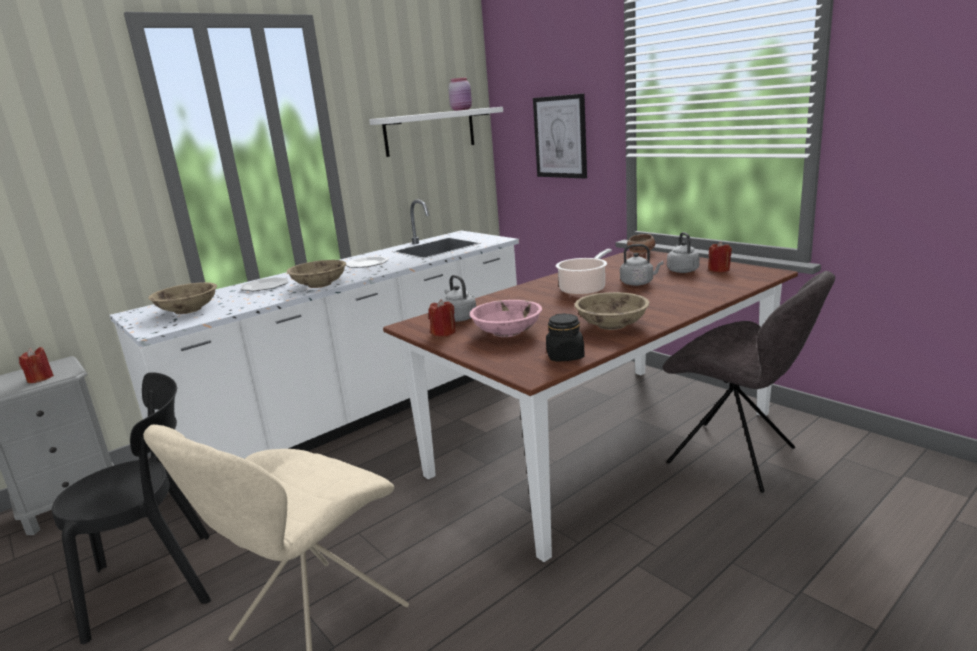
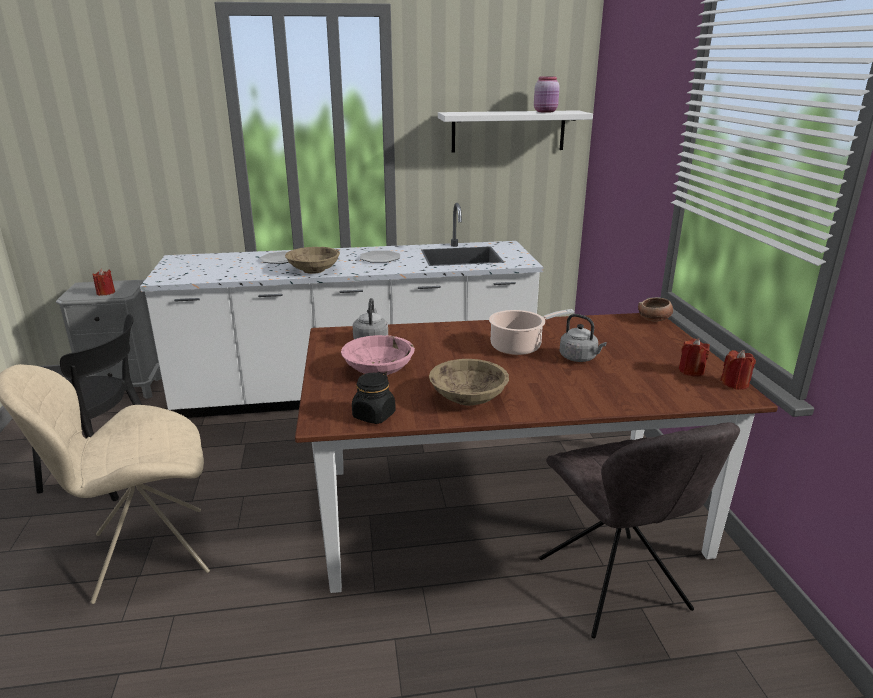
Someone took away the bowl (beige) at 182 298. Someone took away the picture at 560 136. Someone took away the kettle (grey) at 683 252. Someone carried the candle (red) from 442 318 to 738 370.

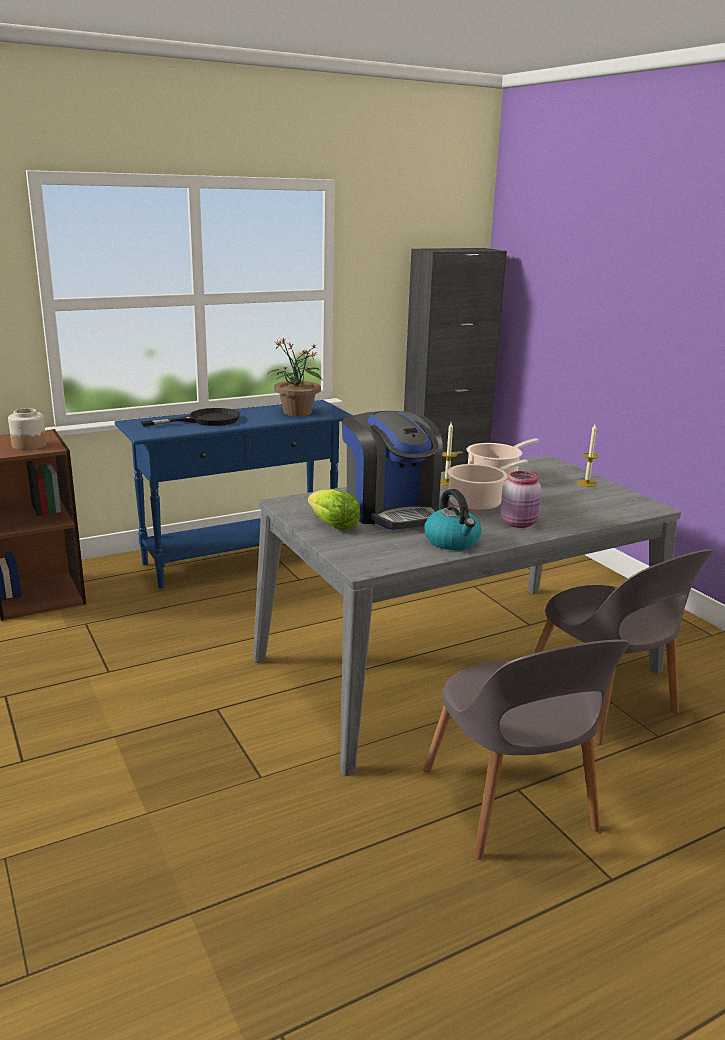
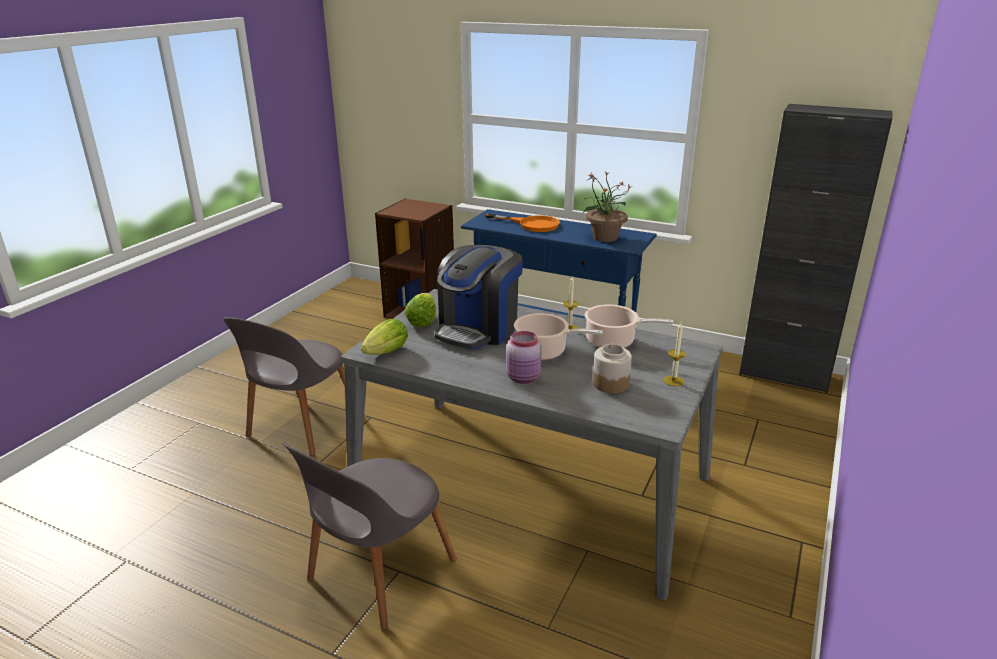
Someone took away the kettle at 453 519. Someone put down the lettuce at 384 337. Someone carried the jar from 27 429 to 612 368. Someone carried the chair (grey) from 623 647 to 284 386. Someone repainted the frying pan (black) at 190 417, which became the frying pan (orange) at 522 223.

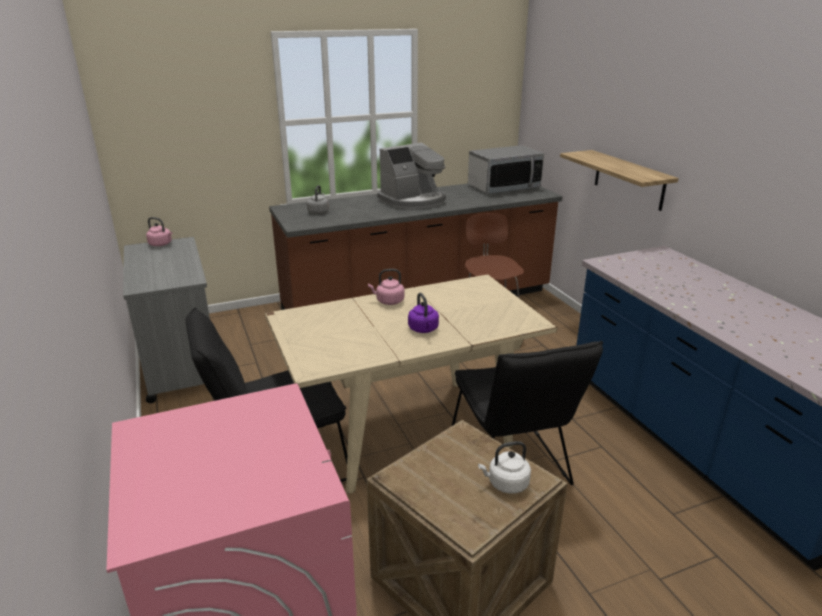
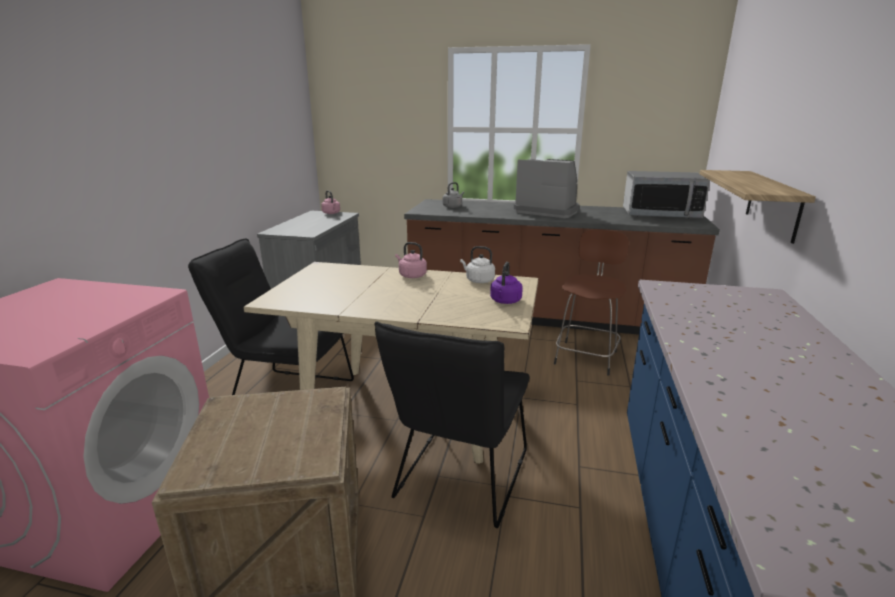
Someone carried the kettle (purple) from 423 313 to 506 283. Someone carried the kettle (white) from 504 467 to 477 264. Someone rotated the coffee machine at 411 176 by 150 degrees counterclockwise.

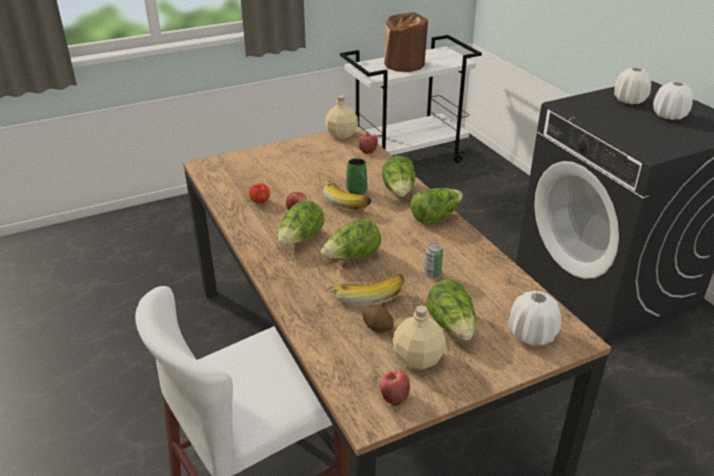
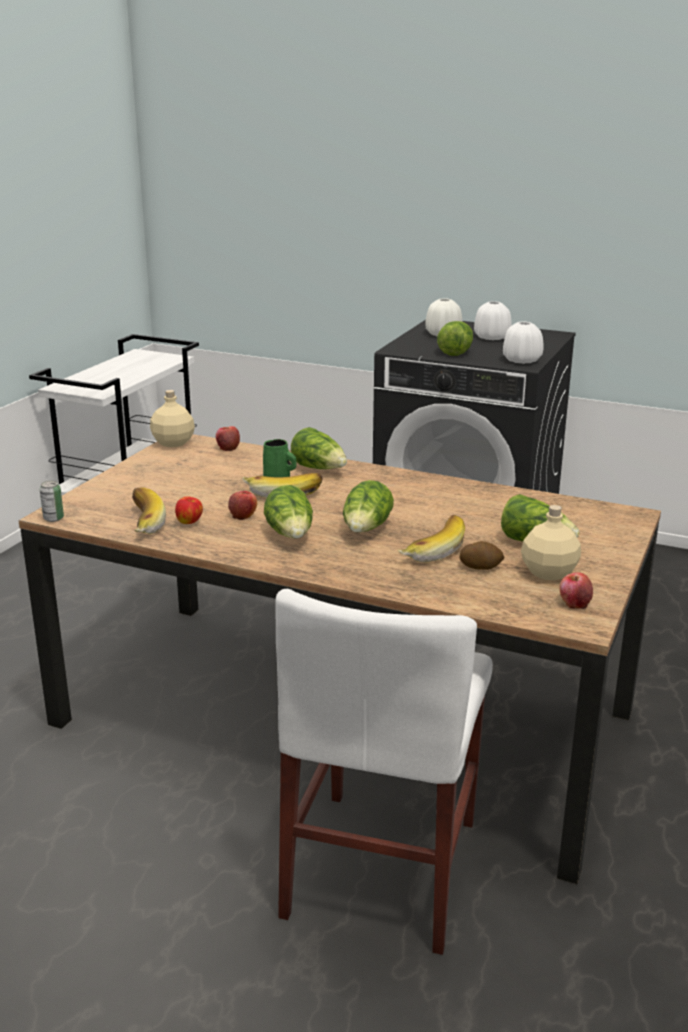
Someone took away the vase (brown) at 406 42. Someone put down the banana at 149 511. Someone carried the lettuce from 436 206 to 455 338. Someone carried the can from 433 260 to 52 501. Someone carried the vase (white) from 534 318 to 523 342.

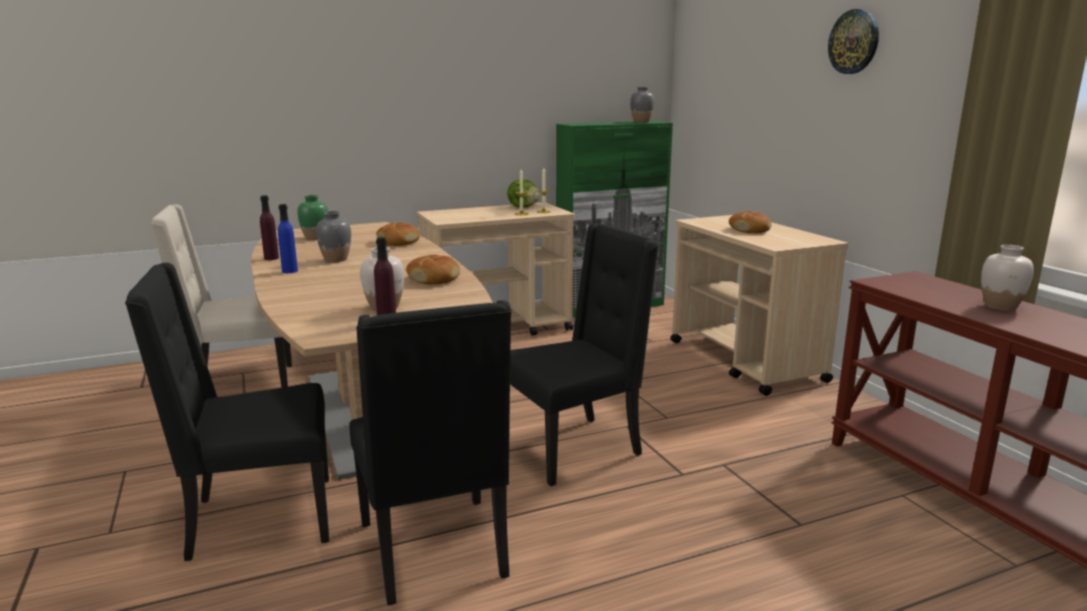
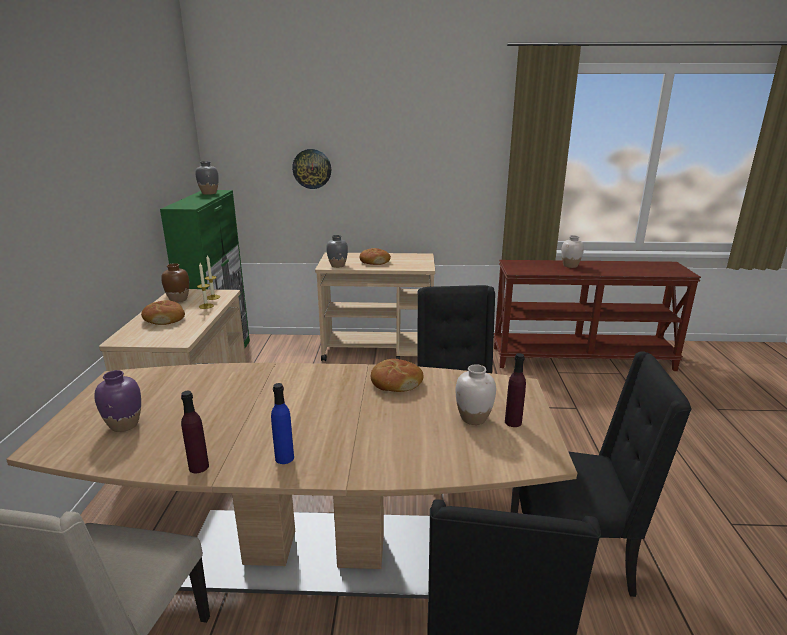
Someone carried the vase (grey) from 333 236 to 337 251. Someone carried the bread from 398 234 to 163 312. Someone carried the wall clock from 853 41 to 311 169. Someone swapped the lettuce at 523 193 for the vase (brown) at 175 283. Someone repainted the vase (green) at 312 217, which became the vase (purple) at 117 401.

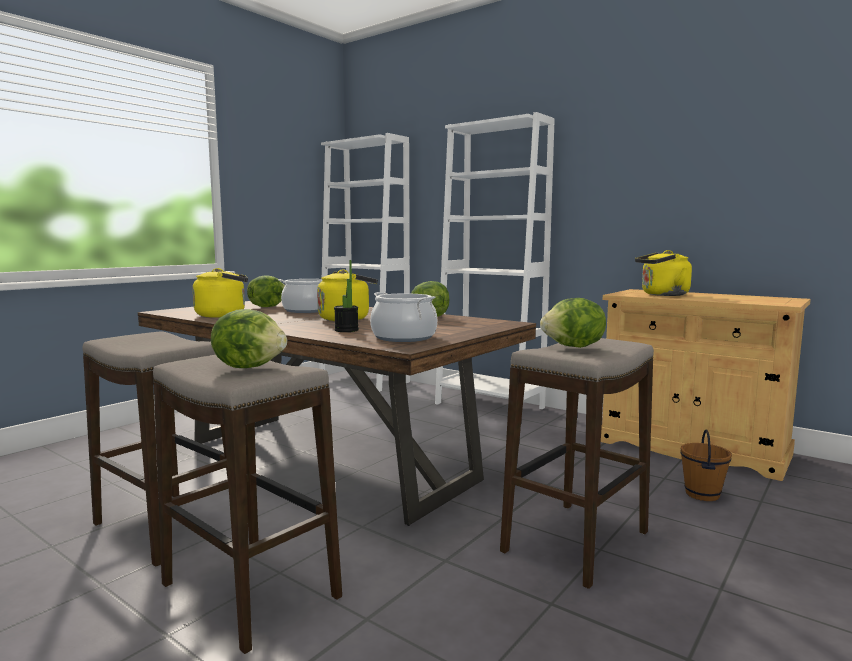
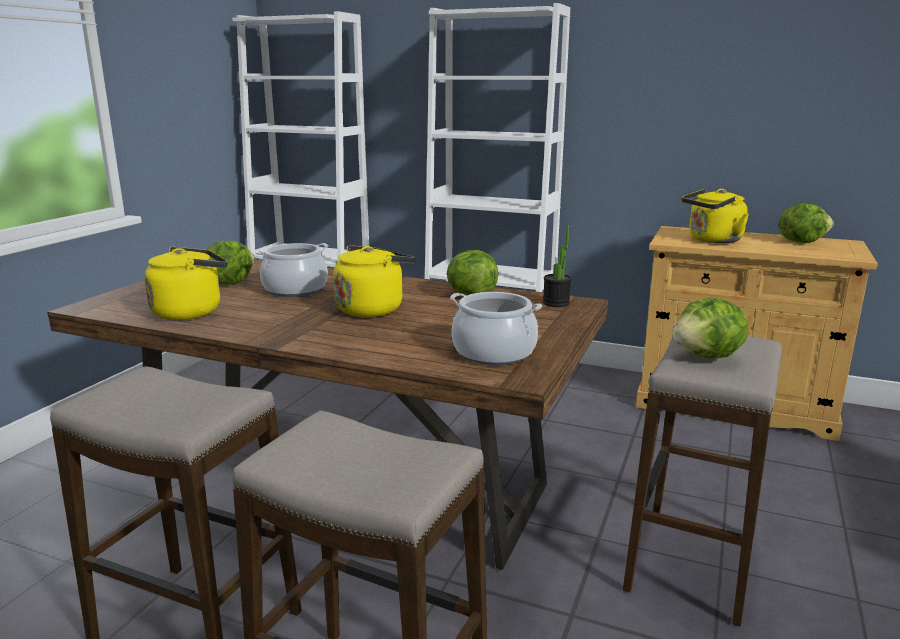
Someone took away the bucket (brown) at 706 465. Someone carried the lettuce from 249 338 to 806 223. Someone carried the potted plant from 346 296 to 557 266.

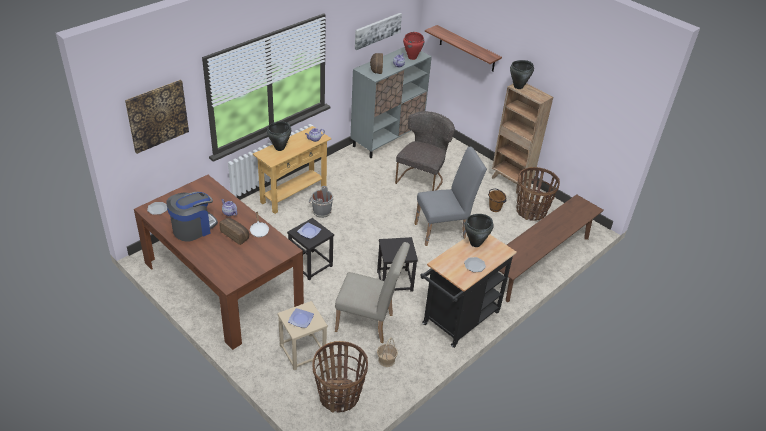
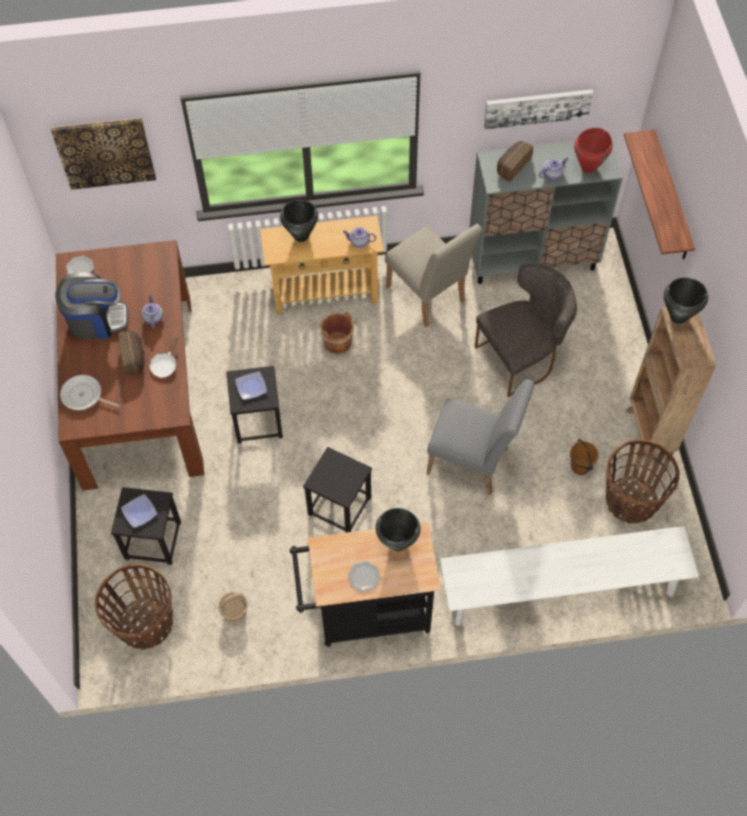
Someone put down the frying pan at 90 392. Someone carried the chair (beige) from 372 292 to 433 275. Someone repainted the stool (beige) at 302 335, which became the stool (black) at 146 526. Someone repainted the bucket (grey) at 321 202, which became the bucket (brown) at 335 333. Someone repainted the bench (brown) at 552 248, which became the bench (white) at 569 576.

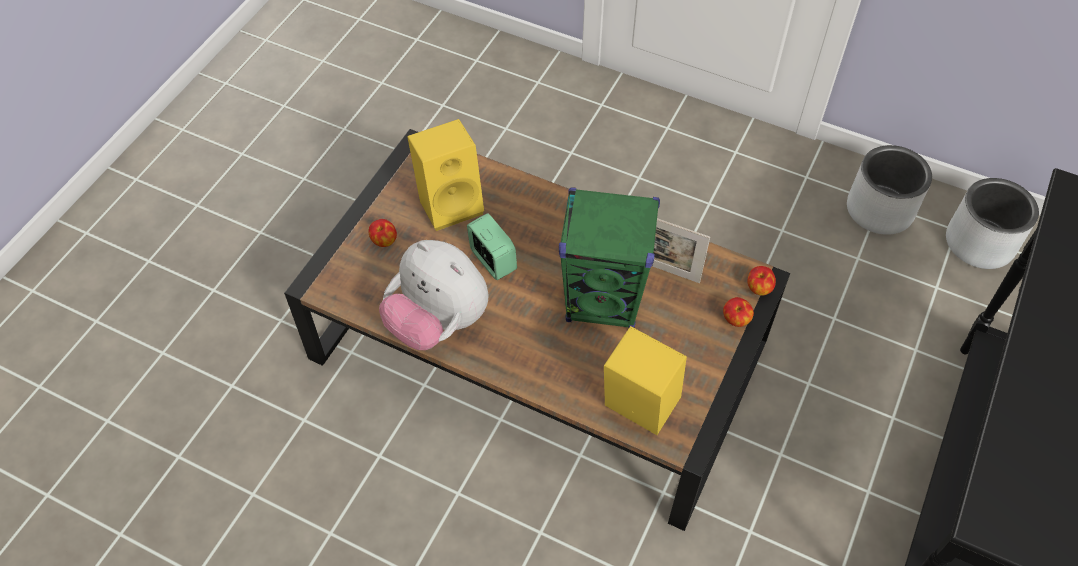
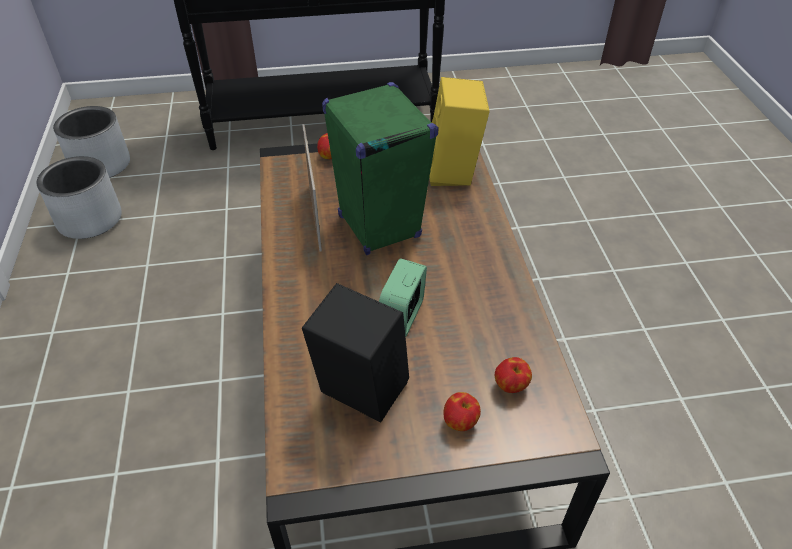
Someone took away the plush toy at 434 295. Someone carried the apple from 762 281 to 513 375. Someone repainted the speaker (yellow) at 445 175, which became the speaker (black) at 355 353.

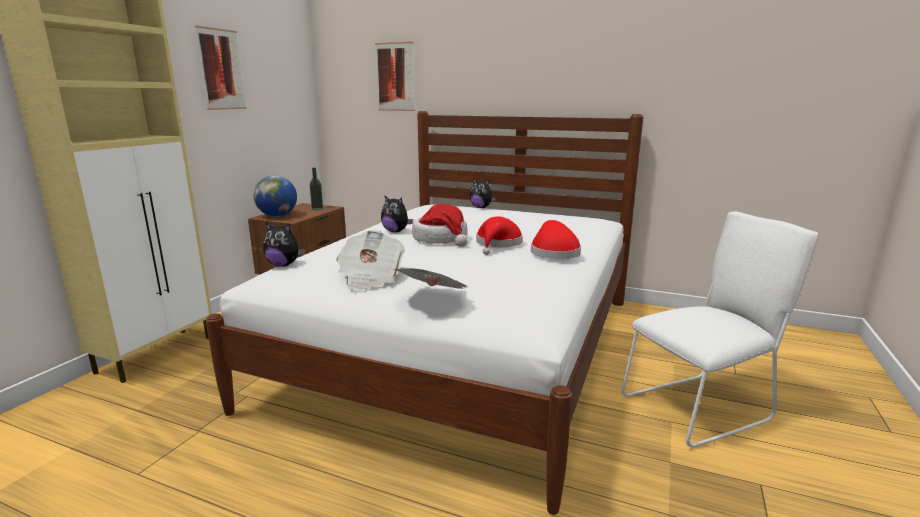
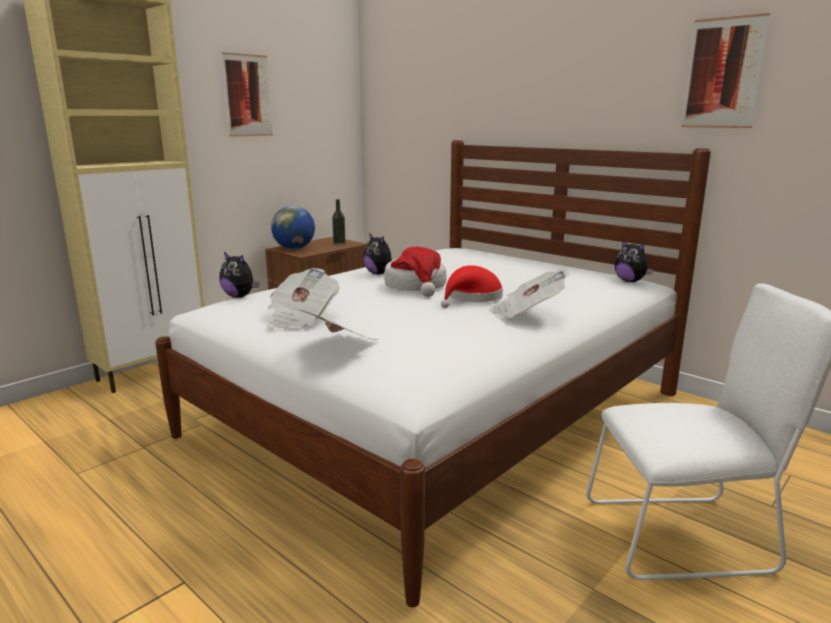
Someone carried the picture from 395 76 to 725 70. Someone carried the plush toy from 483 193 to 634 260. Someone swapped the hat (red) at 556 239 for the newspaper at 529 294.

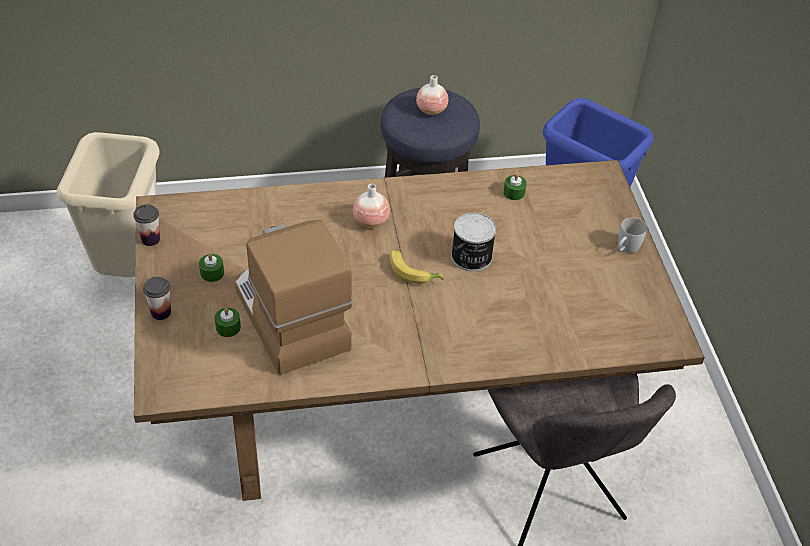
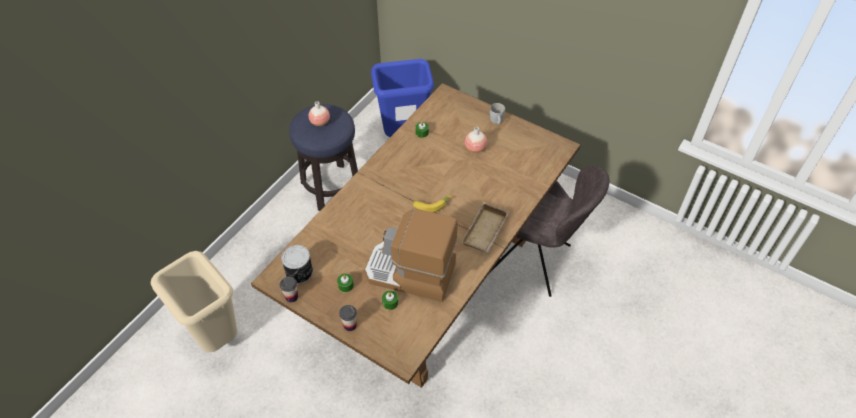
Someone put down the tray (beige) at 485 227. Someone carried the vase from 371 206 to 476 140. Someone carried the can from 473 242 to 297 264.

